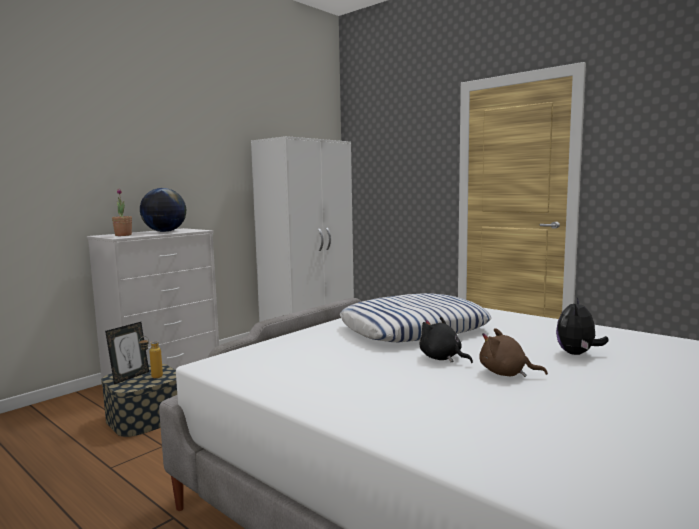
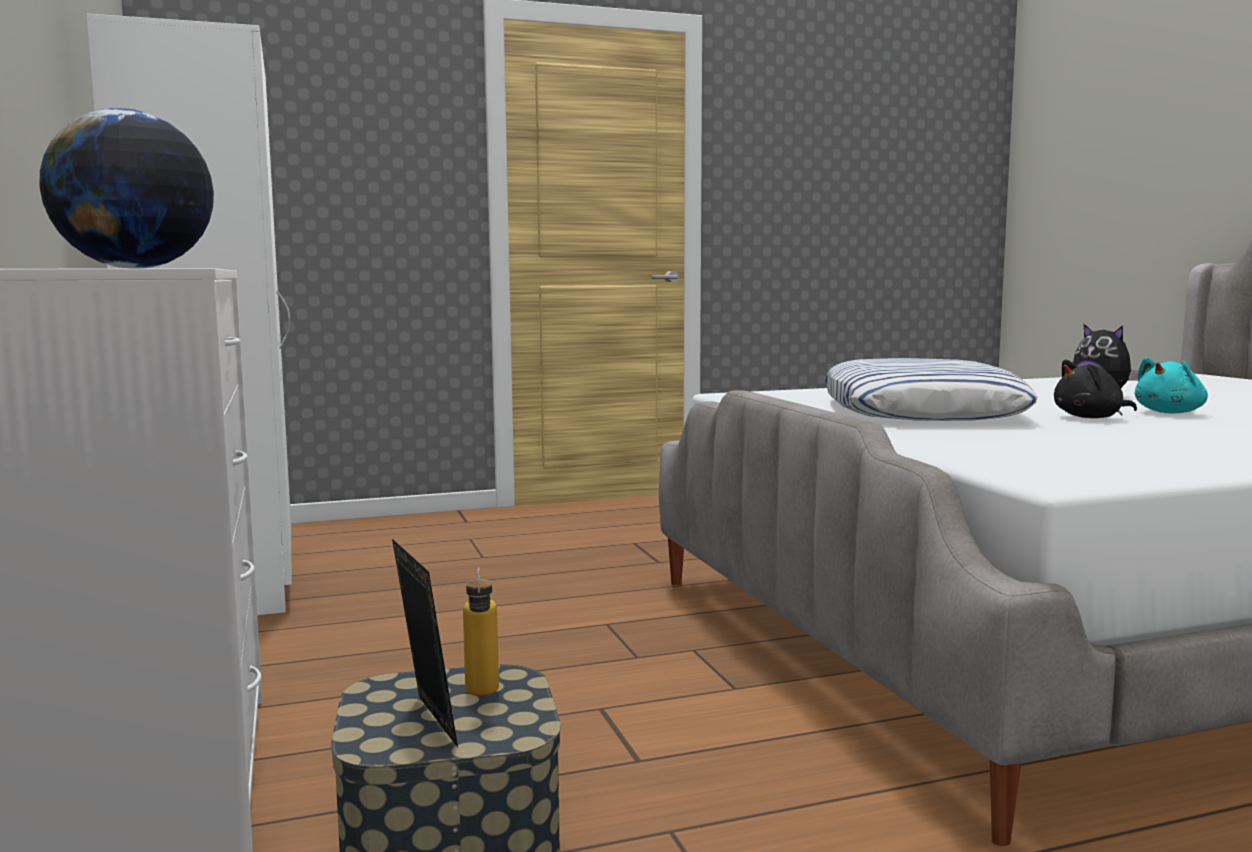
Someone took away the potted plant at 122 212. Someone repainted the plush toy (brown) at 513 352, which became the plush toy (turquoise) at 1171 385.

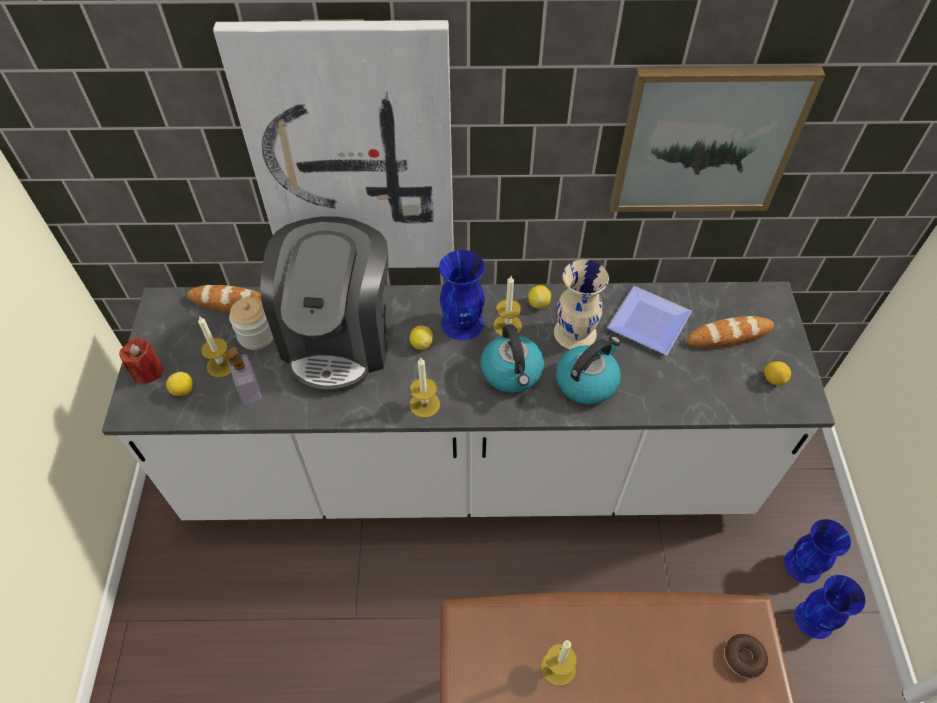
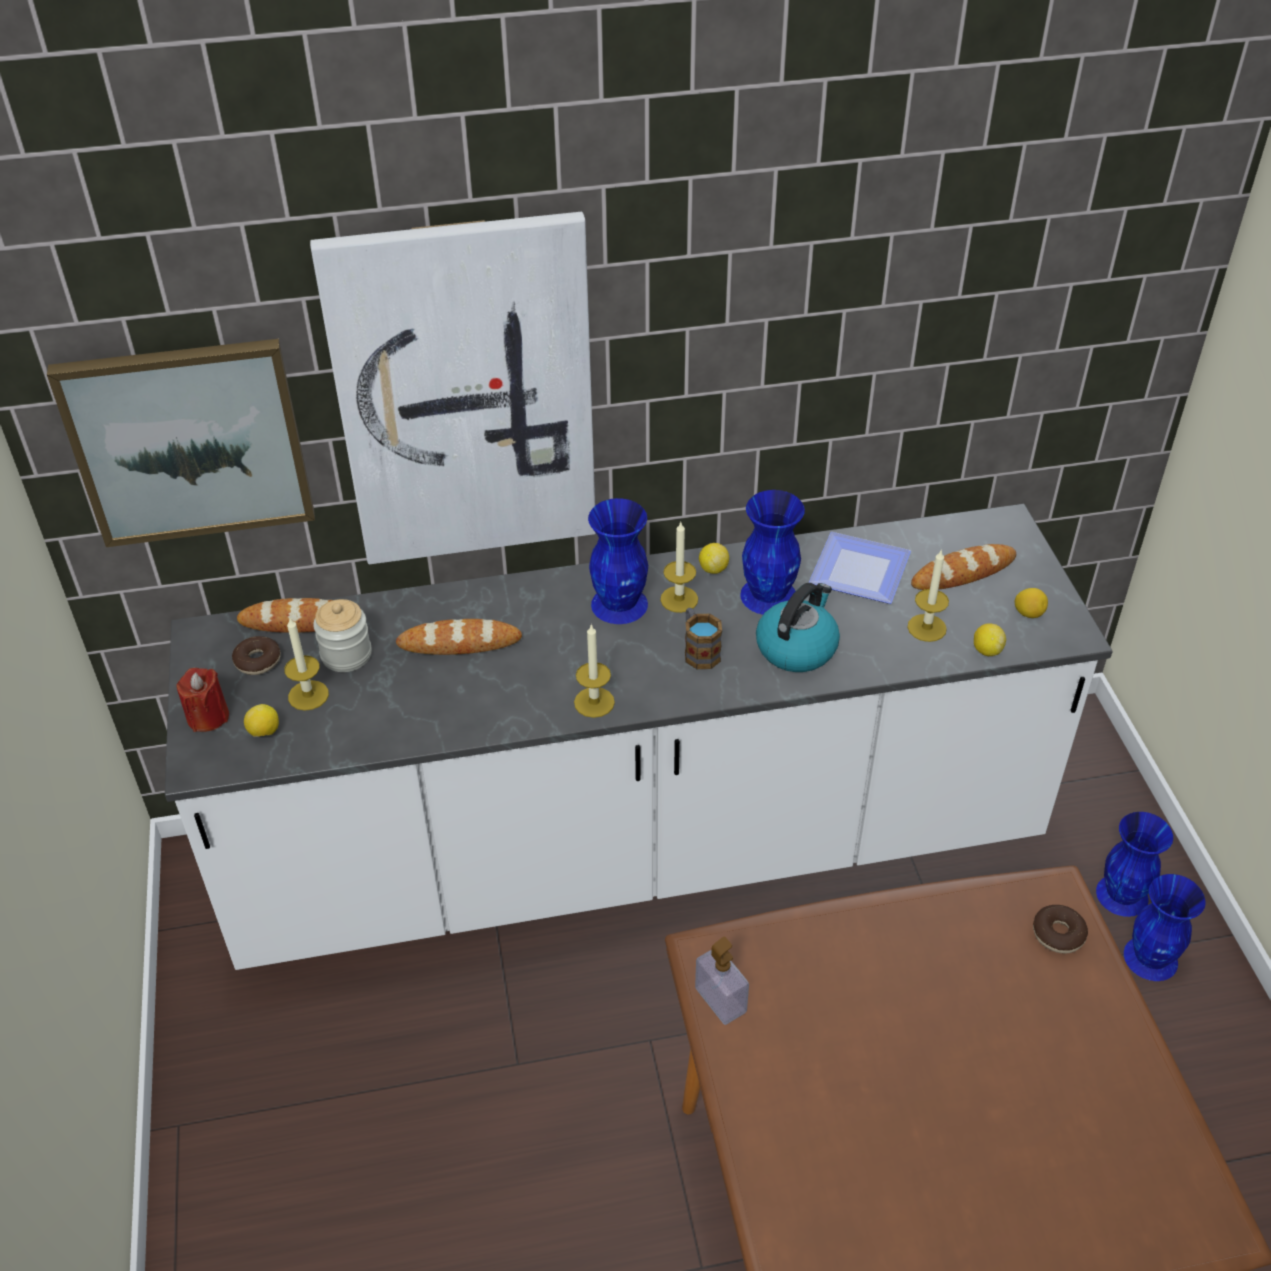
Someone put down the donut at 256 655. Someone carried the soap dispenser from 244 376 to 722 981. Someone carried the lemon from 421 337 to 990 639. Someone carried the candle from 559 663 to 928 595. Someone carried the picture from 717 139 to 181 443. Someone swapped the coffee machine at 324 304 for the bread at 459 637. Someone swapped the kettle at 512 358 for the mug at 703 638. Someone repainted the vase (beige) at 581 304, which became the vase (blue) at 772 552.

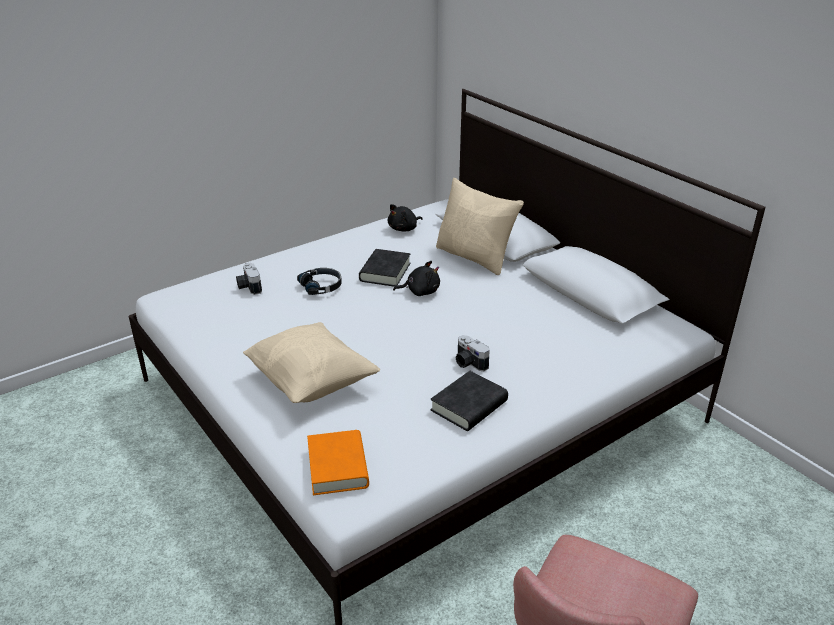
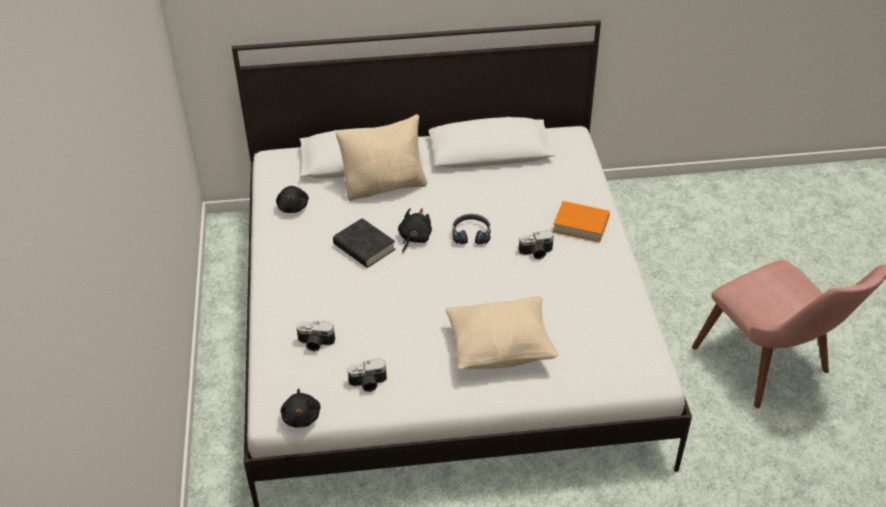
Someone took away the book (black) at 469 401. Someone put down the plush toy (black) at 301 408. Someone put down the photo camera at 367 375. Someone carried the headphones (black) from 319 281 to 471 229. Someone carried the book (orange) from 338 462 to 581 221.

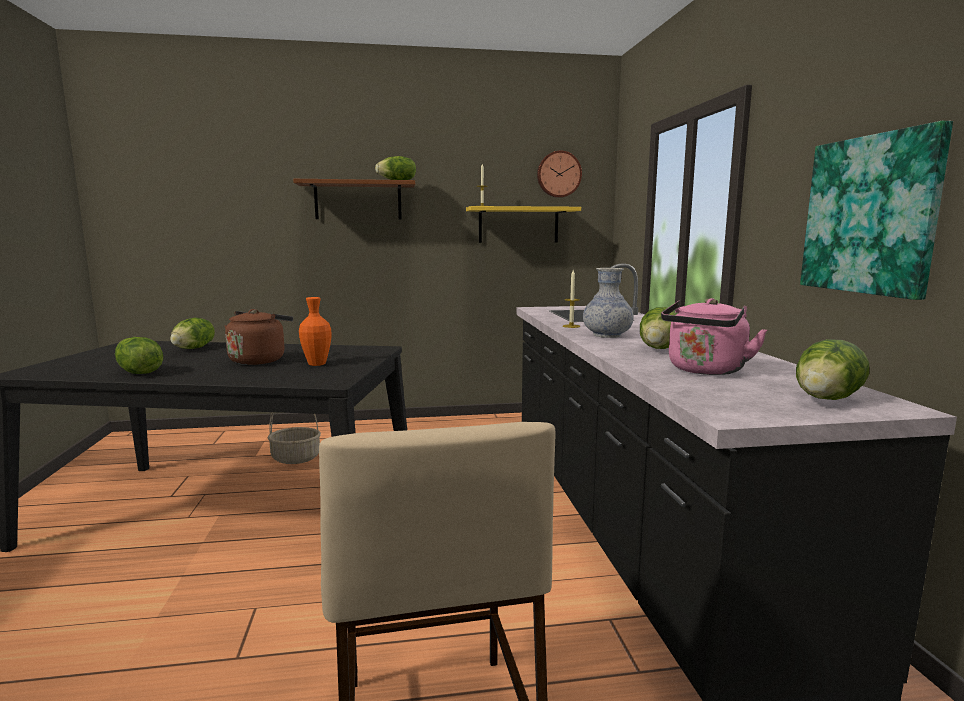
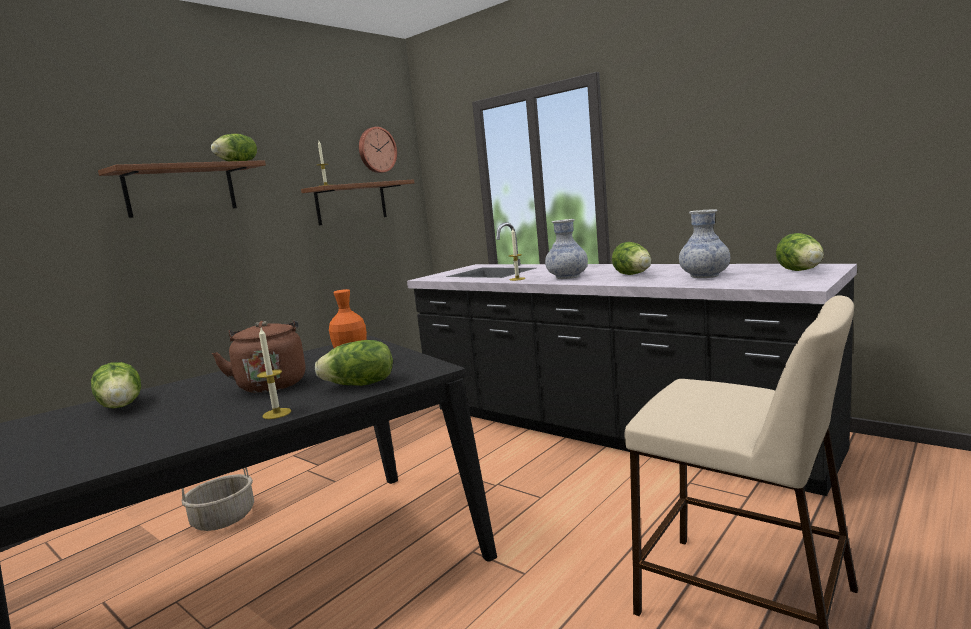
Someone took away the picture at 876 210. Someone put down the candle at 274 373. Someone carried the lettuce from 139 355 to 354 363. Someone swapped the kettle (pink) at 714 336 for the vase at 704 243. Someone repainted the shelf (yellow) at 523 224, which became the shelf (brown) at 357 202.

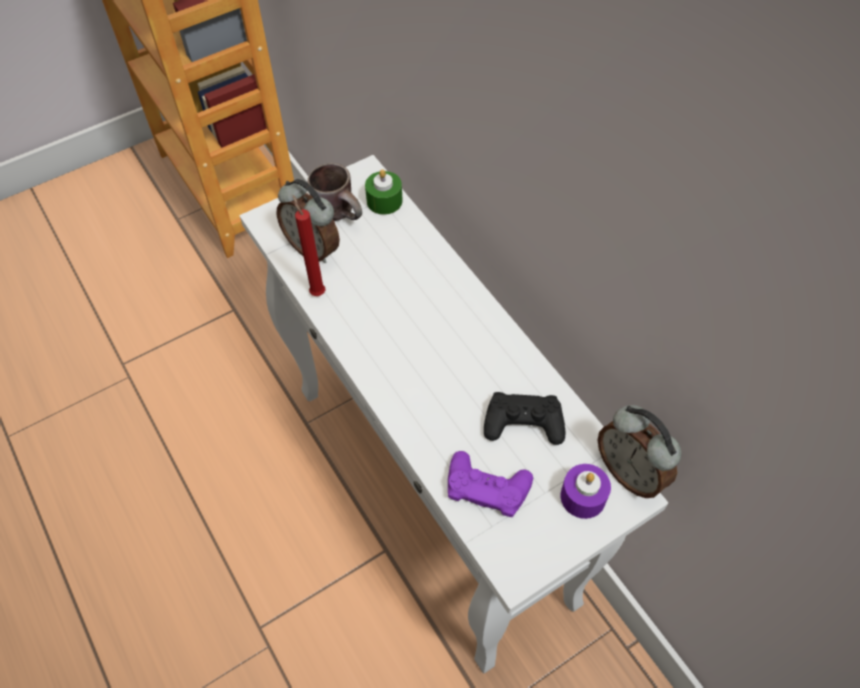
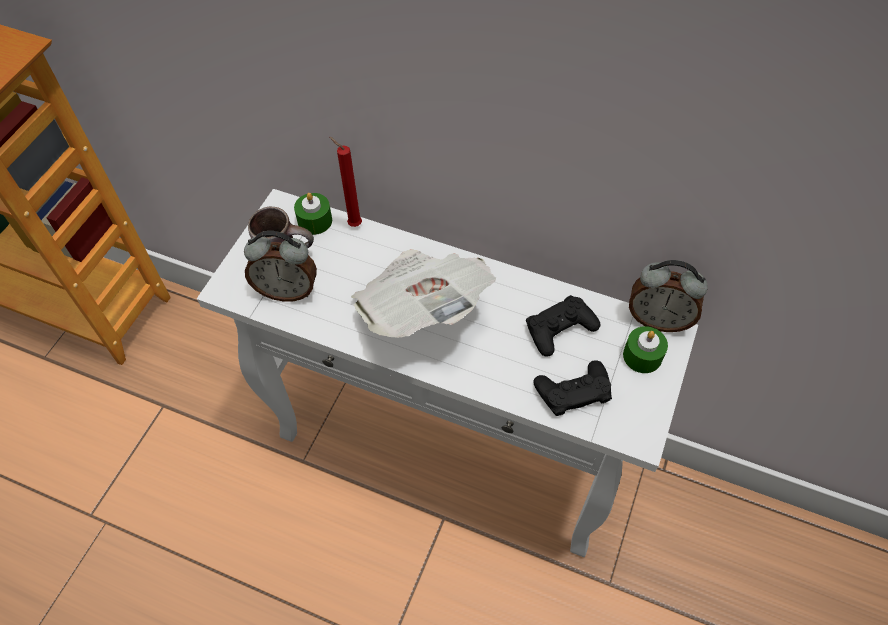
Someone put down the newspaper at 423 293. Someone carried the candle (red) from 309 245 to 345 182. Someone repainted the game controller (purple) at 490 484, which became the game controller (black) at 572 388. Someone repainted the candle (purple) at 586 491, which became the candle (green) at 645 349.

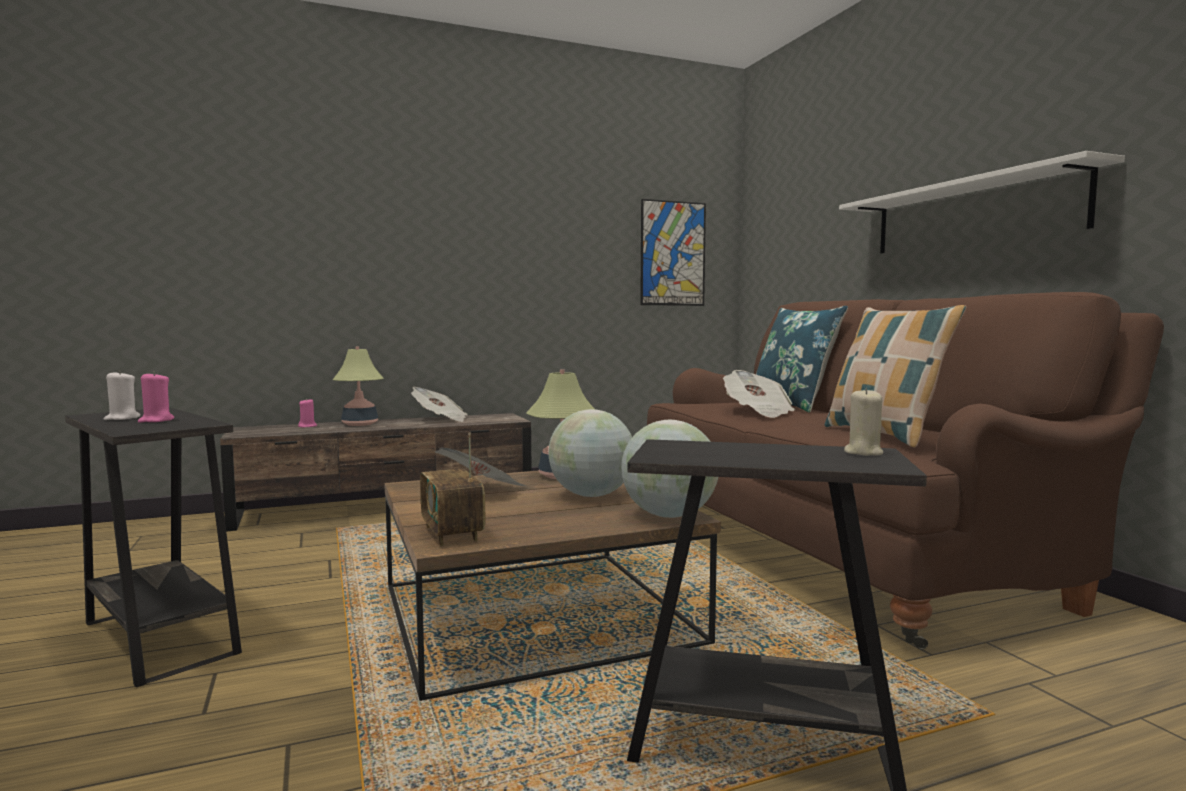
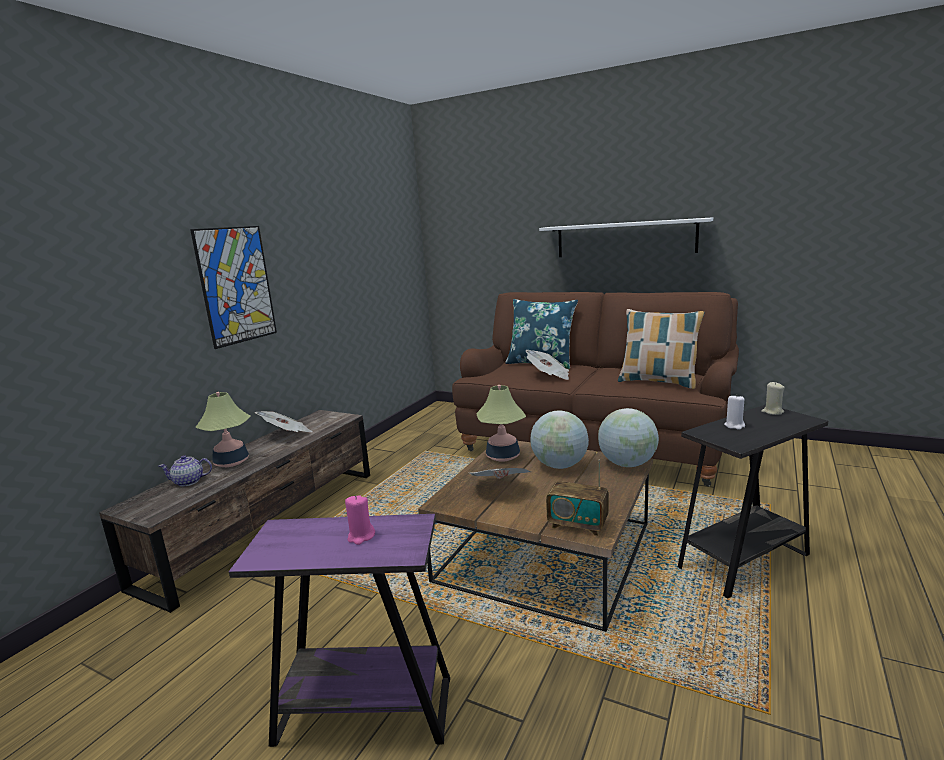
Someone carried the candle (white) from 122 395 to 734 413. Someone carried the picture from 673 252 to 233 287. Someone swapped the candle (pink) at 307 412 for the teapot at 185 470. Someone repainted the side table (black) at 153 547, which became the side table (purple) at 339 630.

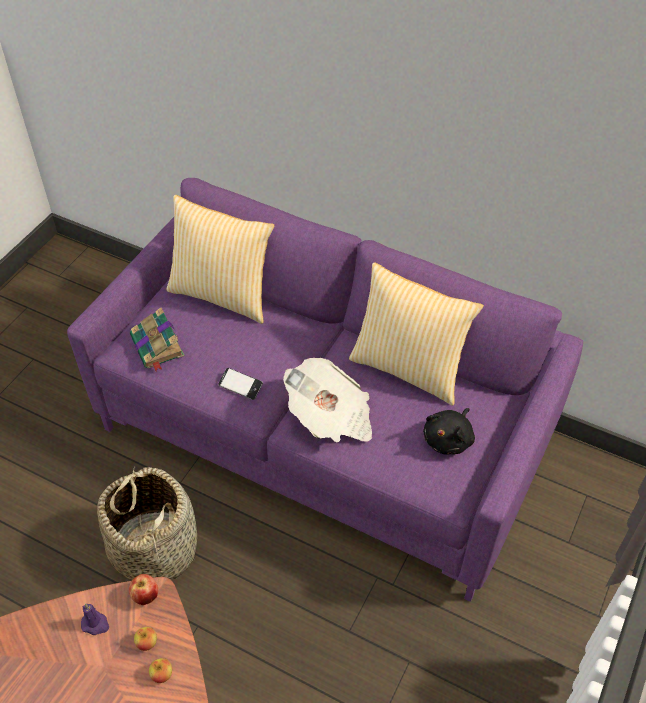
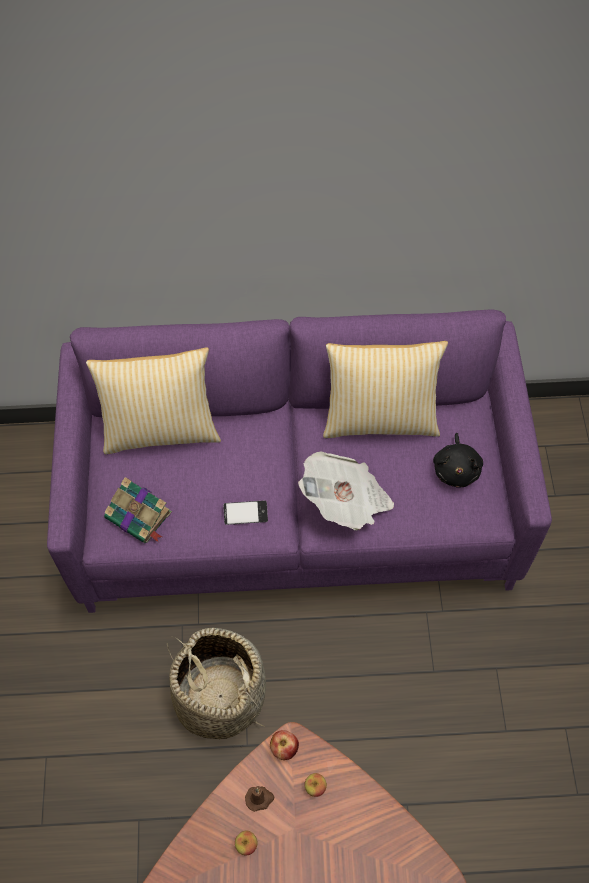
Someone carried the apple from 160 670 to 246 843. Someone repainted the candle (purple) at 95 619, which became the candle (brown) at 259 799.

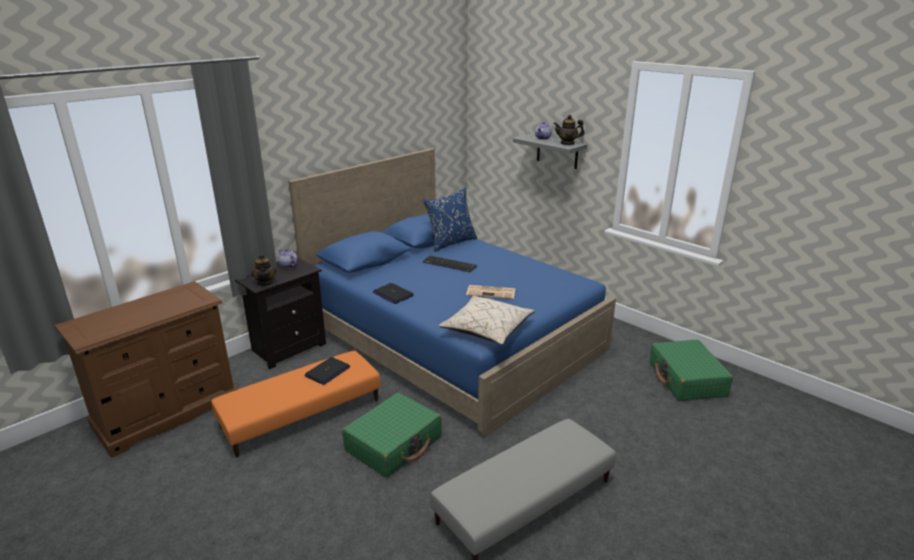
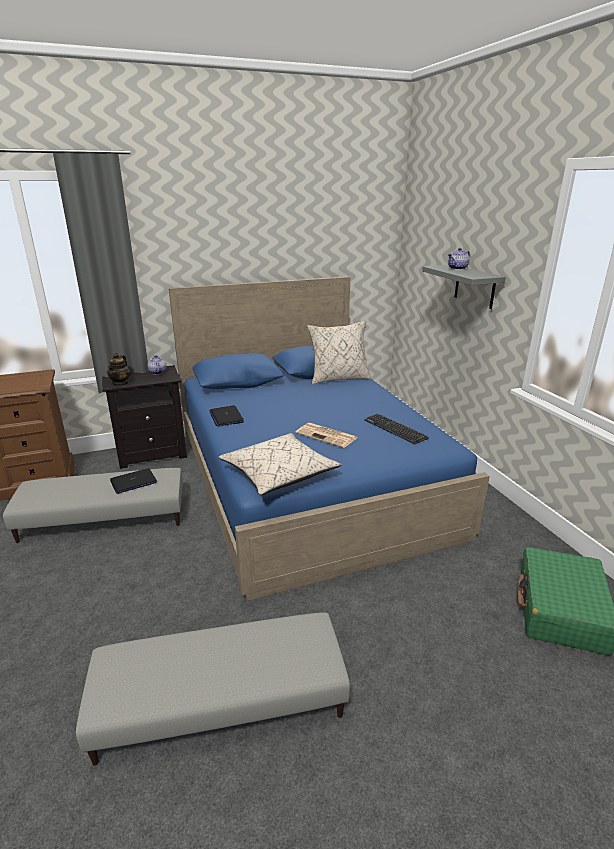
Someone took away the suitcase (green) at 392 435. Someone took away the teapot at 569 130. Someone carried the keyboard from 449 264 to 396 429. Someone repainted the ottoman (orange) at 295 404, which became the ottoman (grey) at 93 505. Someone repainted the pillow (blue) at 450 220, which became the pillow (beige) at 339 352.

